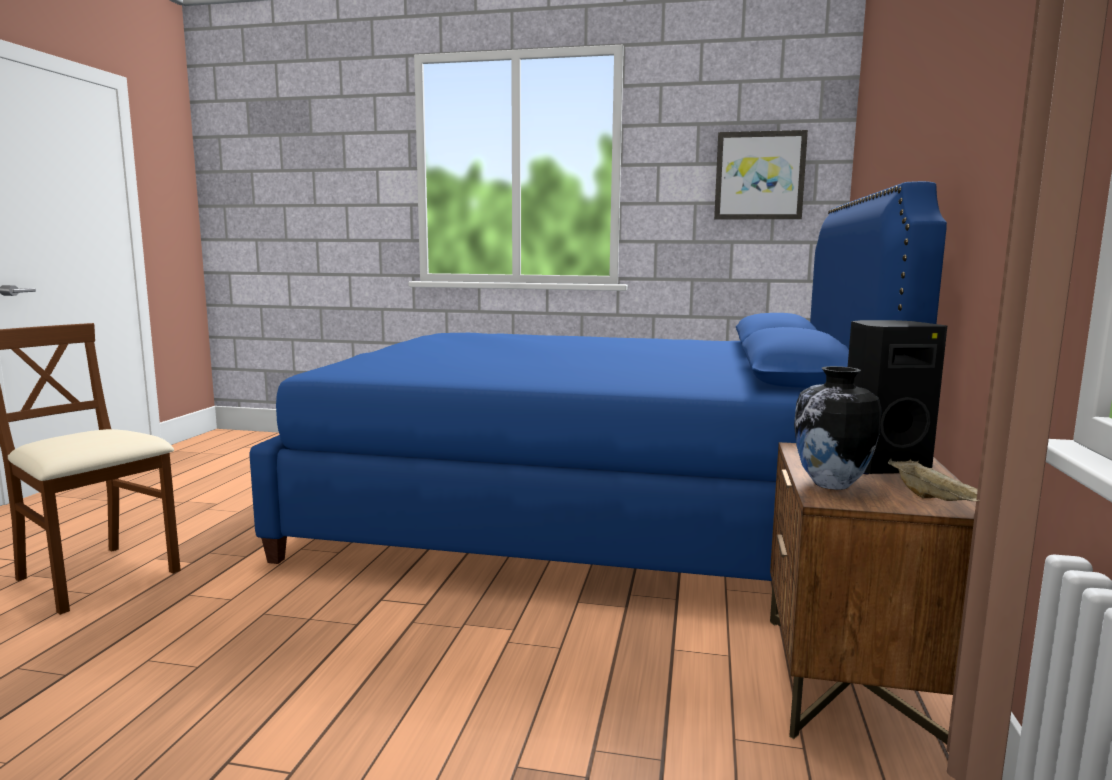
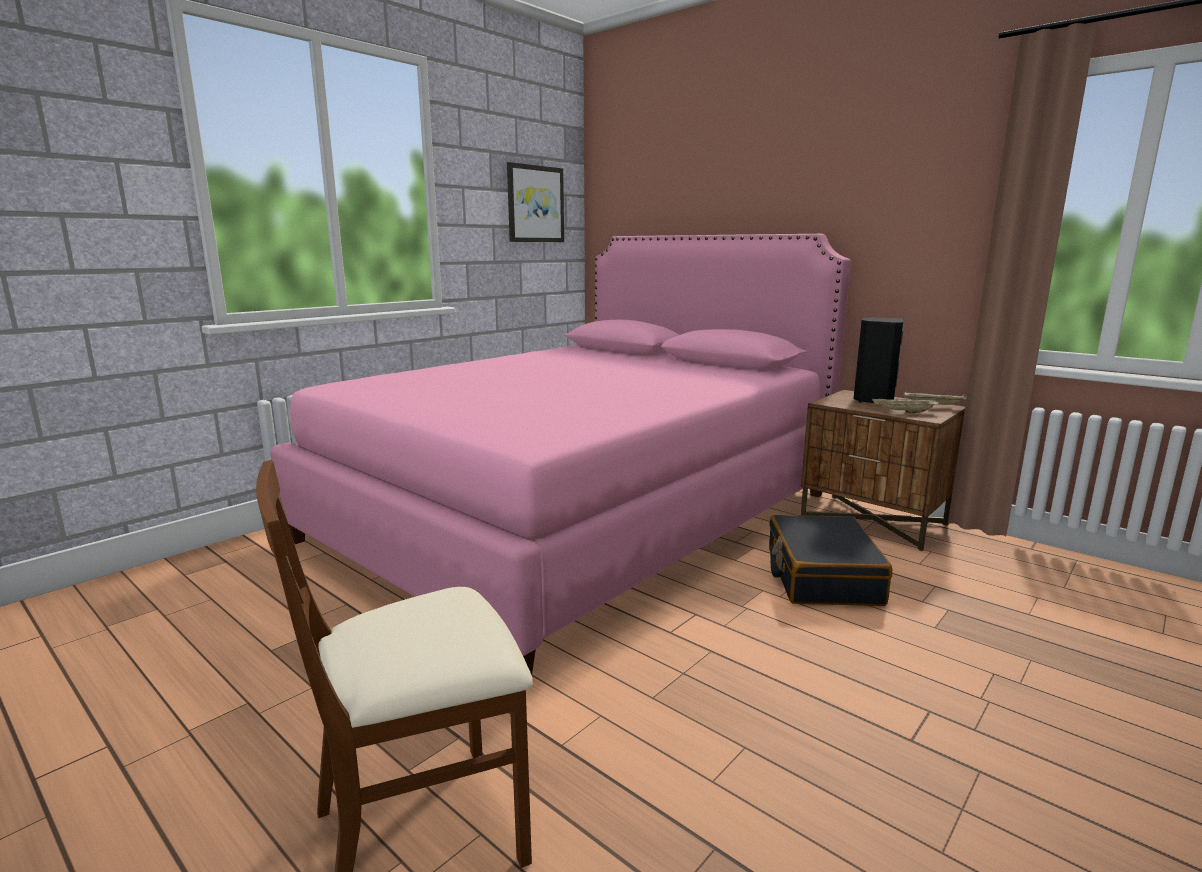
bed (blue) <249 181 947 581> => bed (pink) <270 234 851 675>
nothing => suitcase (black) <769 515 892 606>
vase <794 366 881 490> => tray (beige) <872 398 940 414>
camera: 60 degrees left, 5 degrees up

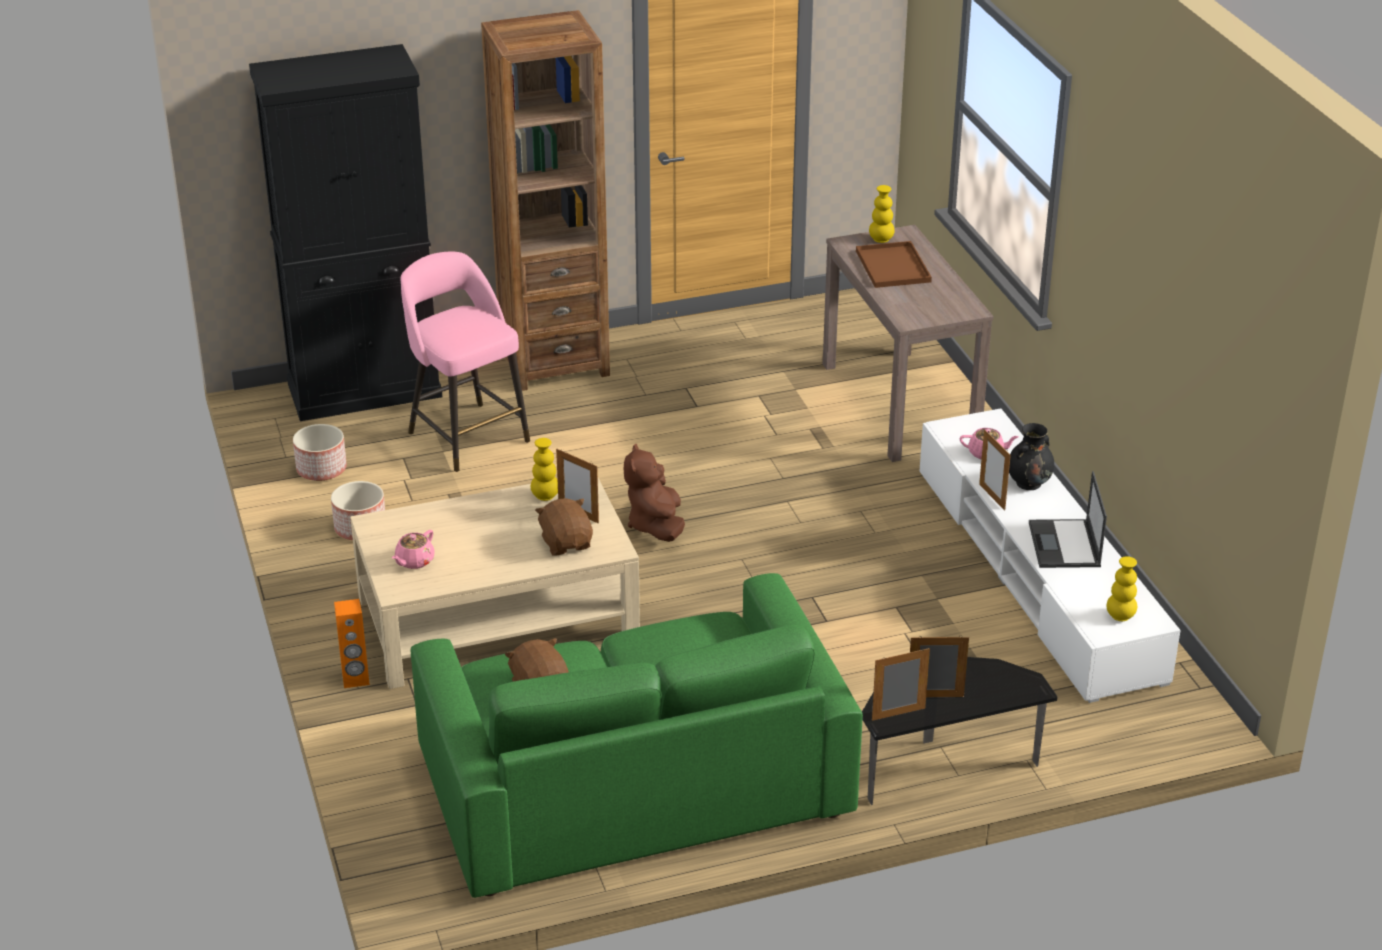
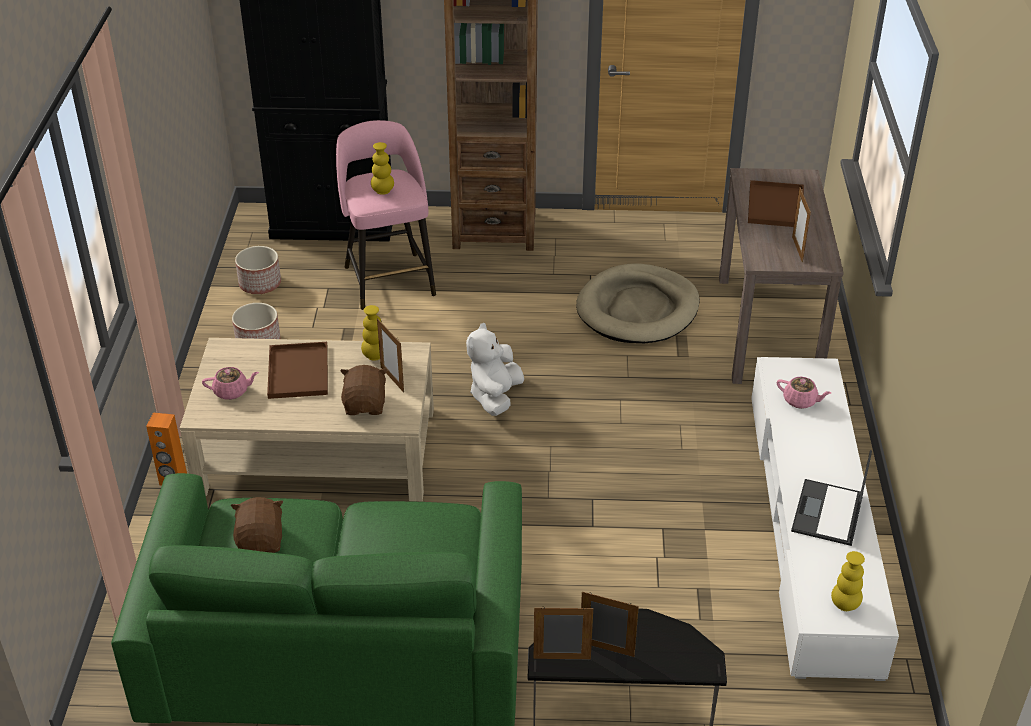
teapot (pink) <392 530 435 569> => teapot (pink) <202 367 259 400>, 150 degrees counterclockwise
nothing => tray (brown) <267 342 328 399>
vase (yellow) <869 185 895 243> => vase (yellow) <371 142 394 195>, relocated
plush toy (brown) <624 444 685 542> => plush toy (white) <466 323 524 416>
nothing => dog bed (beige) <576 263 700 343>
picture frame <979 429 1011 511> => picture frame <792 187 811 262>, relocated
vase (black) <1009 423 1054 490> => nothing
camera: 20 degrees right, 5 degrees up

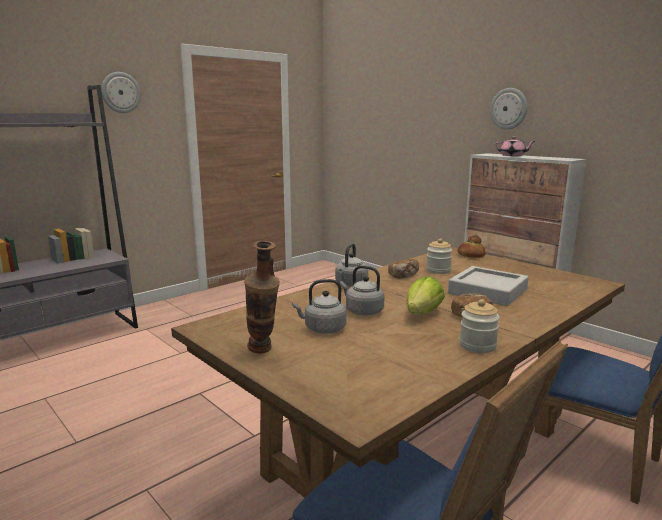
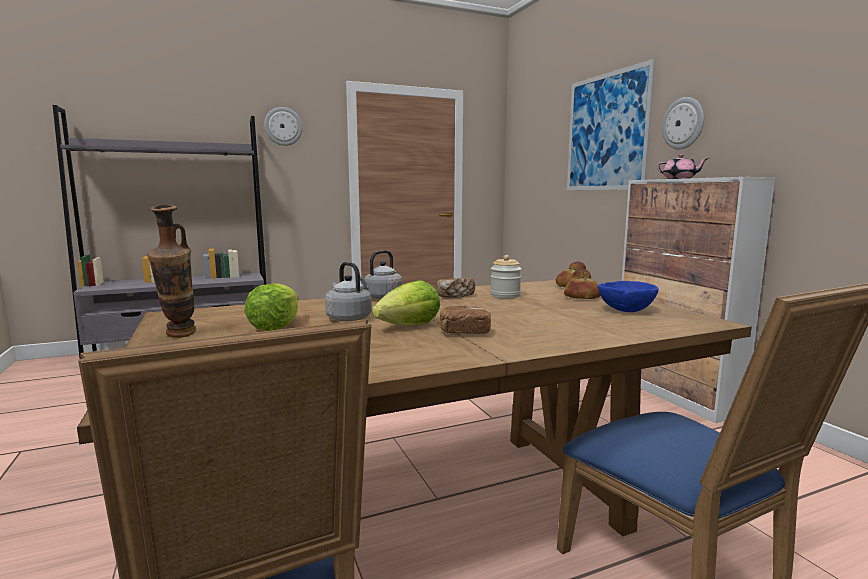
kettle (grey) <292 279 347 334> => lettuce <244 283 299 331>
nothing => bread <564 269 600 299>
nothing => picture <567 59 656 190>
nothing => bowl (blue) <598 281 659 312>
tray (grey) <448 266 529 306> => nothing
jar <460 299 500 353> => nothing
camera: 20 degrees right, 5 degrees down

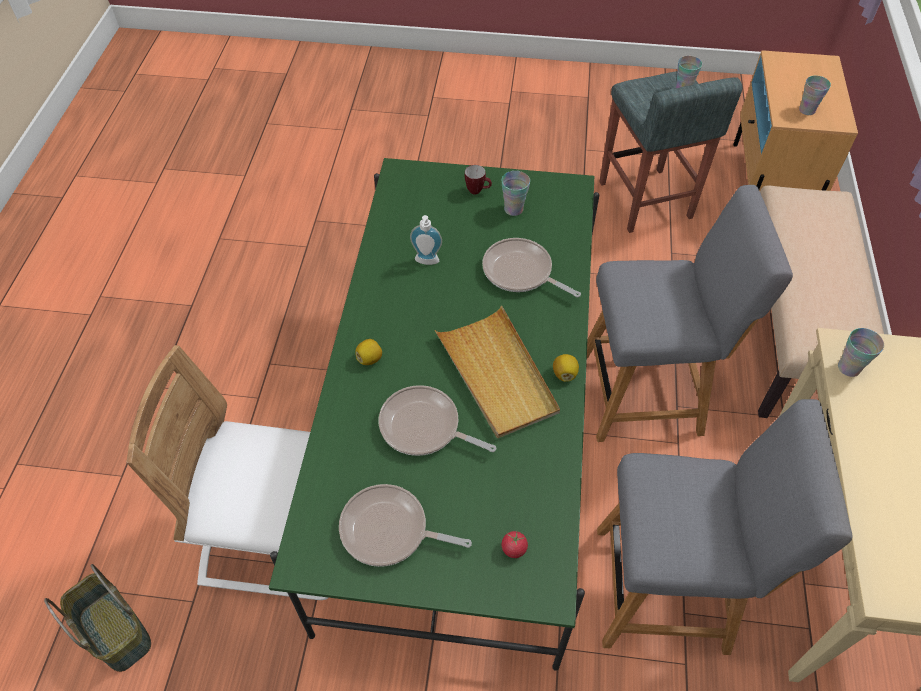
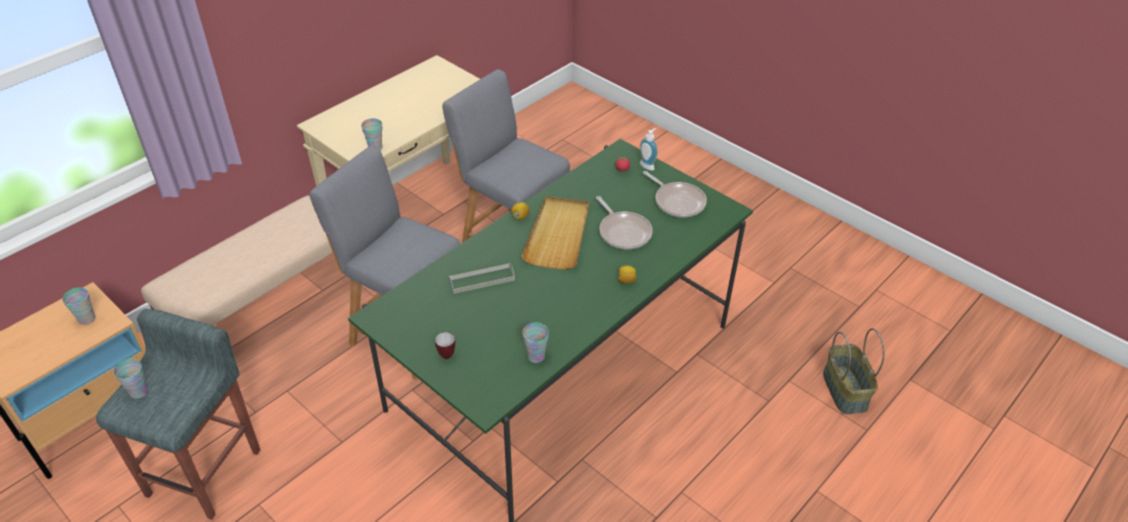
frying pan <482 238 581 298> => tray (grey) <449 263 515 294>
cup <501 171 530 216> => cup <522 323 549 363>, relocated
soap dispenser <410 215 442 265> => soap dispenser <640 128 658 170>, relocated
chair (white) <126 345 328 600> => nothing
camera: 145 degrees left, 10 degrees down

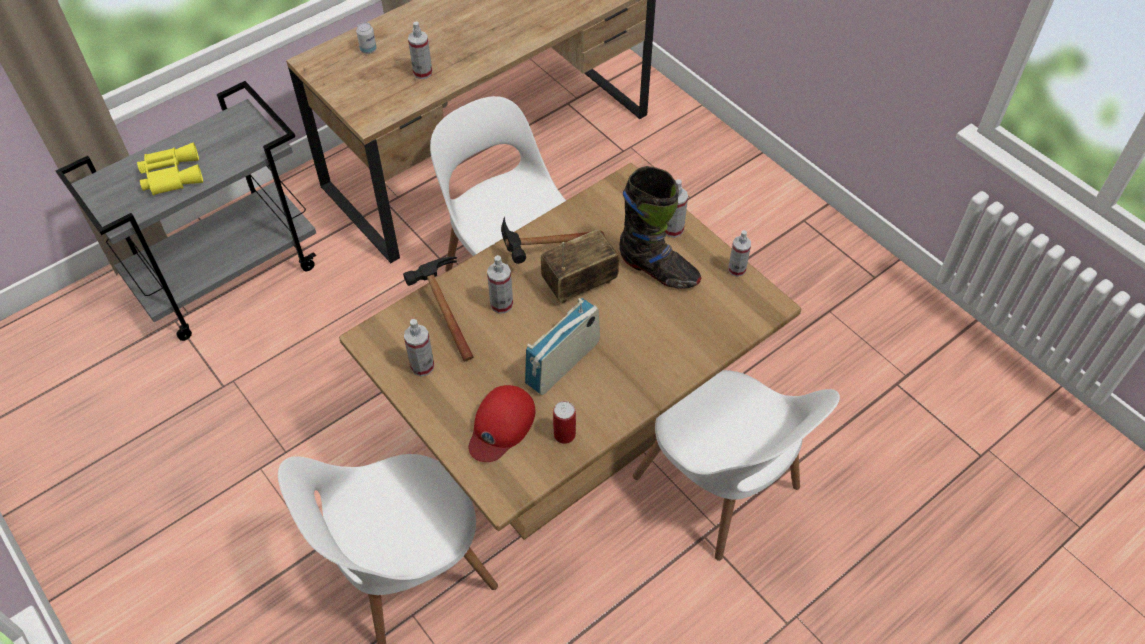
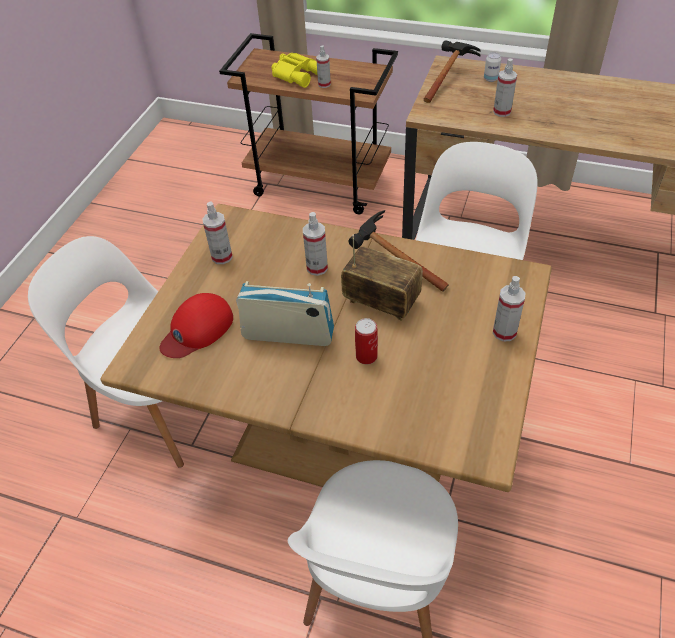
cap (red) <469 385 535 462> => cap (red) <160 293 233 358>, 45 degrees counterclockwise
cart (grey) <56 81 316 341> => cart (brown) <219 33 398 214>
spray bottle <728 230 751 277> => spray bottle <316 46 331 88>, relocated
can <553 401 576 444> => can <355 318 378 364>, relocated
hammer <403 257 473 361> => hammer <424 40 480 103>, relocated
boot (black) <619 166 701 289> => nothing
camera: 60 degrees right, 5 degrees down

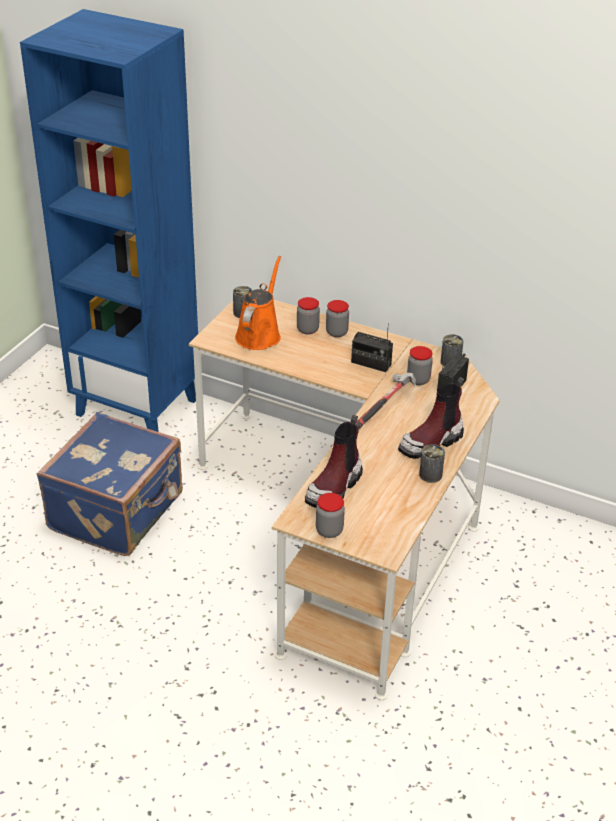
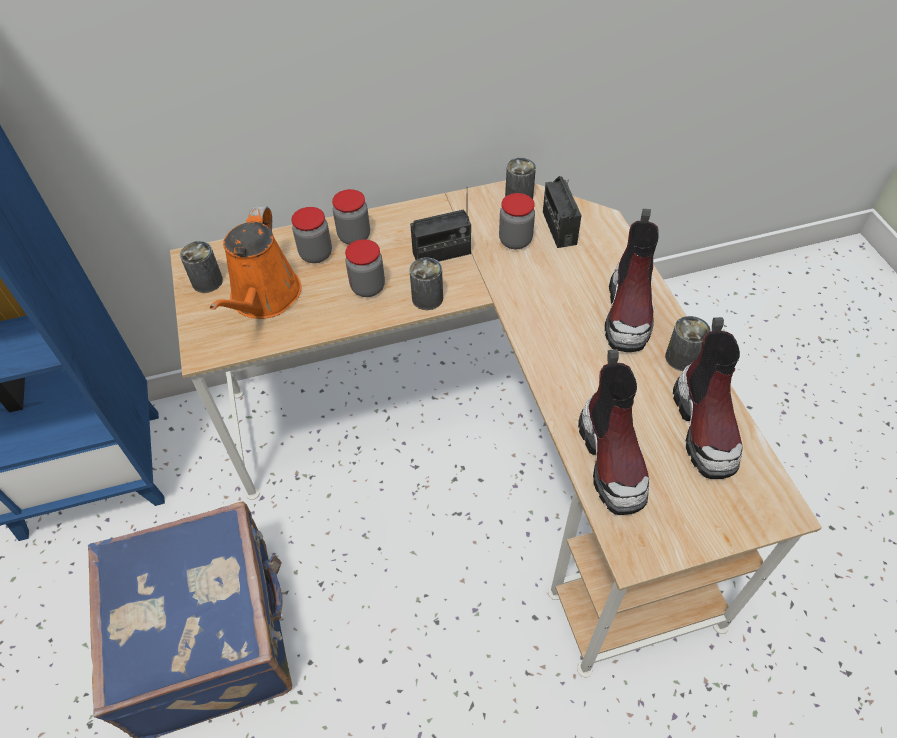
watering can (orange) <235 256 281 350> => watering can (orange) <210 206 301 319>, 150 degrees counterclockwise
jar <316 493 345 538> => jar <345 239 385 297>, relocated
nothing => can <409 257 443 310>
nothing => boot <673 317 743 479>
hammer <356 373 416 429> => nothing
camera: 40 degrees left, 15 degrees up

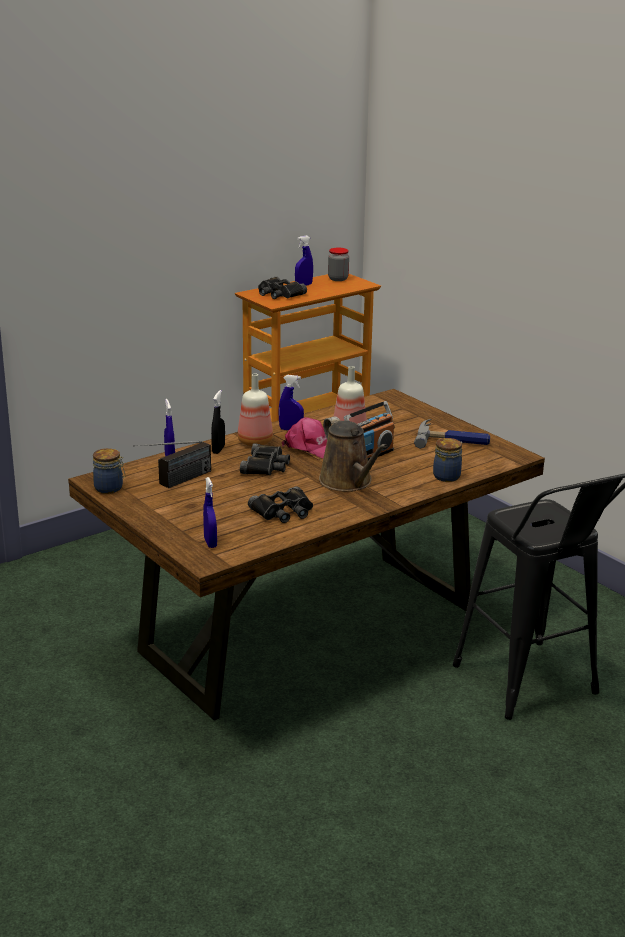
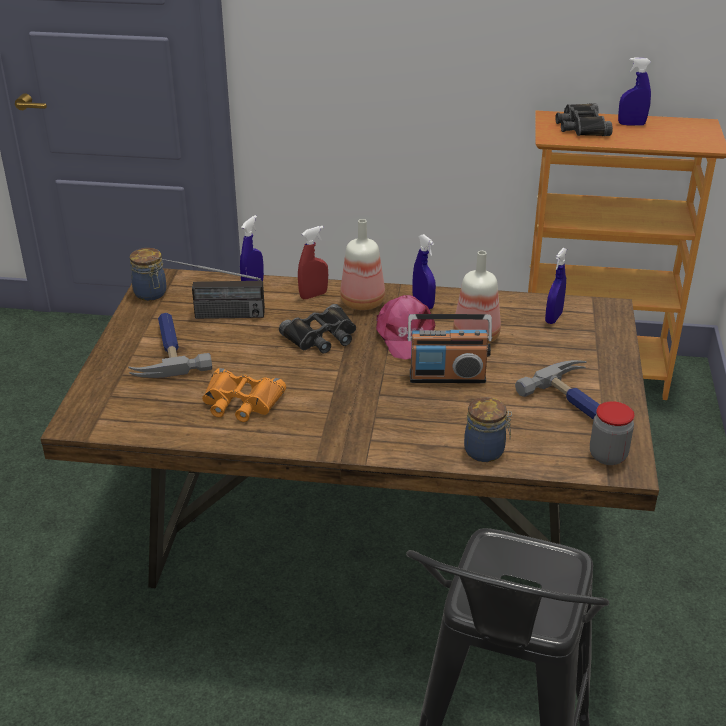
nothing => hammer <128 313 212 378>
binoculars (black) <248 487 313 523> => binoculars (orange) <202 368 286 422>
spray bottle (black) <211 390 225 454> => spray bottle (red) <298 226 328 299>
spray bottle (blue) <203 477 217 548> => spray bottle (blue) <545 248 567 324>, relocated
jar <328 248 349 281> => jar <590 401 634 465>, relocated
watering can (brown) <319 416 388 491> => nothing
camera: 45 degrees right, 10 degrees up

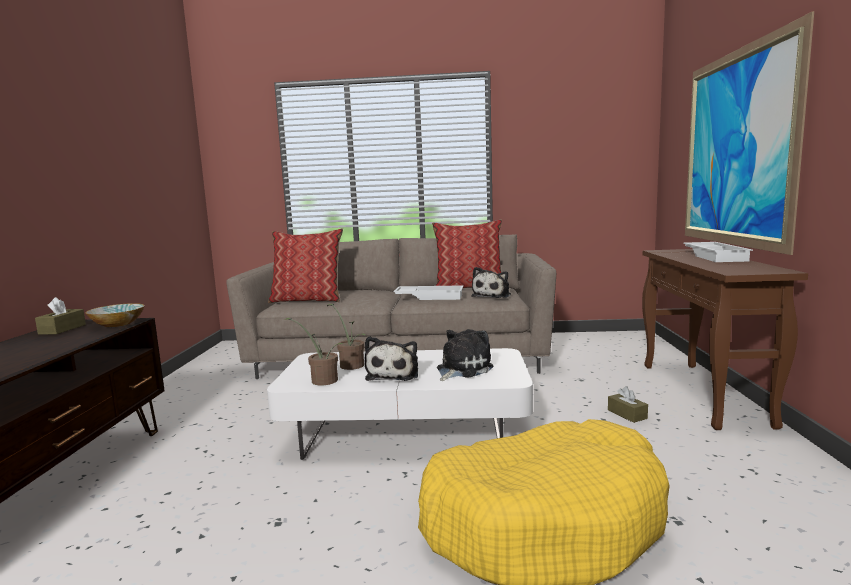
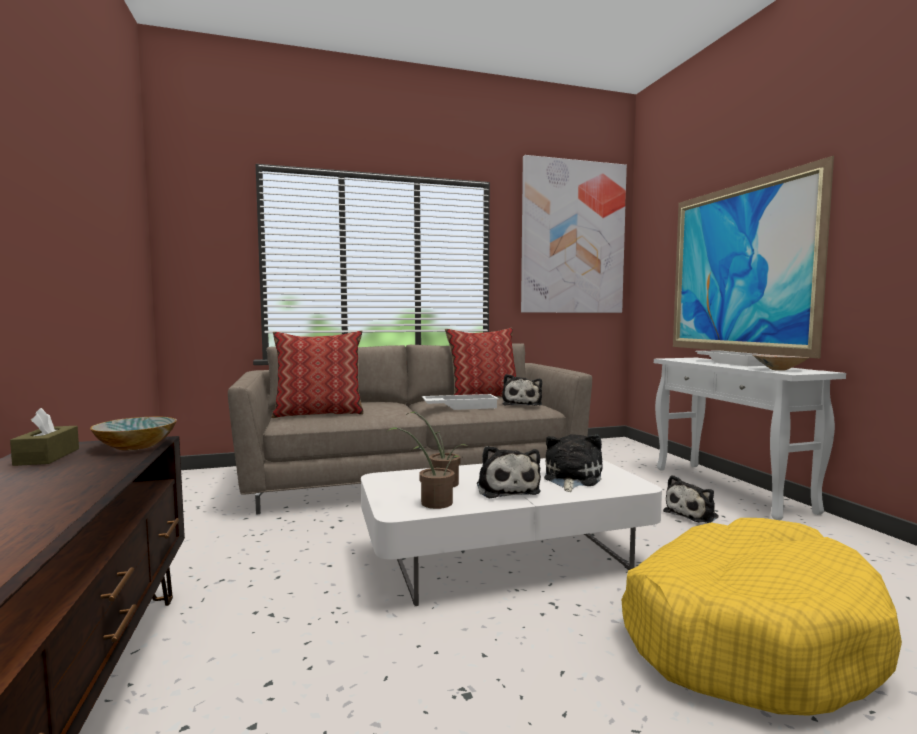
nothing => picture <521 155 627 313>
console table (brown) <642 249 808 430> => console table (white) <654 358 846 520>
tissue box (brown) <608 386 648 423> => plush toy <663 475 719 523>
nothing => bowl (beige) <752 355 809 371>
camera: 20 degrees left, 5 degrees down

